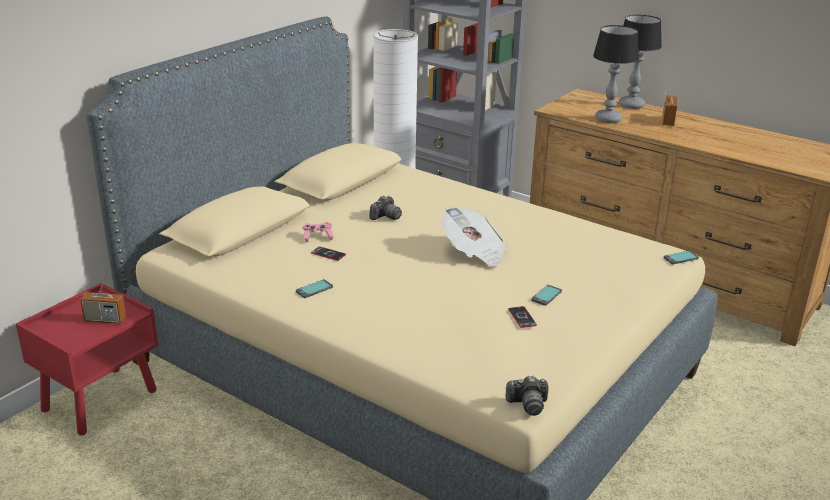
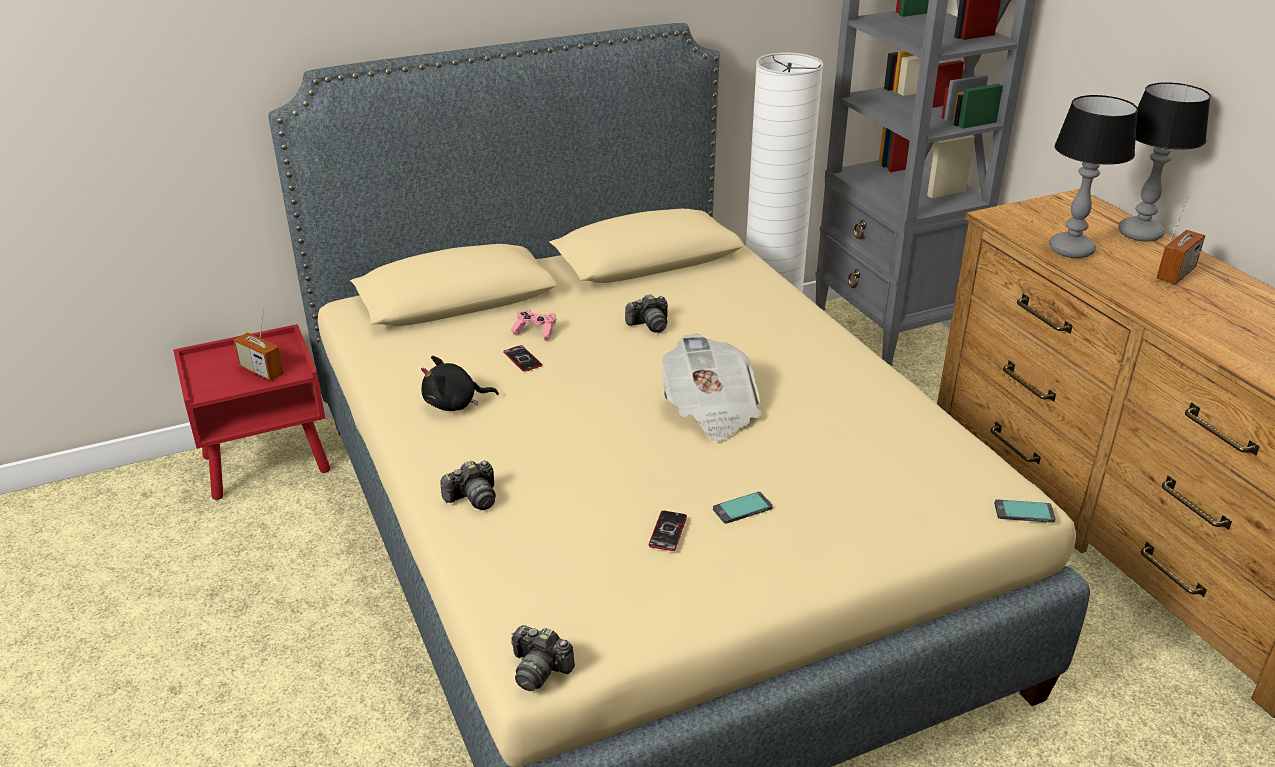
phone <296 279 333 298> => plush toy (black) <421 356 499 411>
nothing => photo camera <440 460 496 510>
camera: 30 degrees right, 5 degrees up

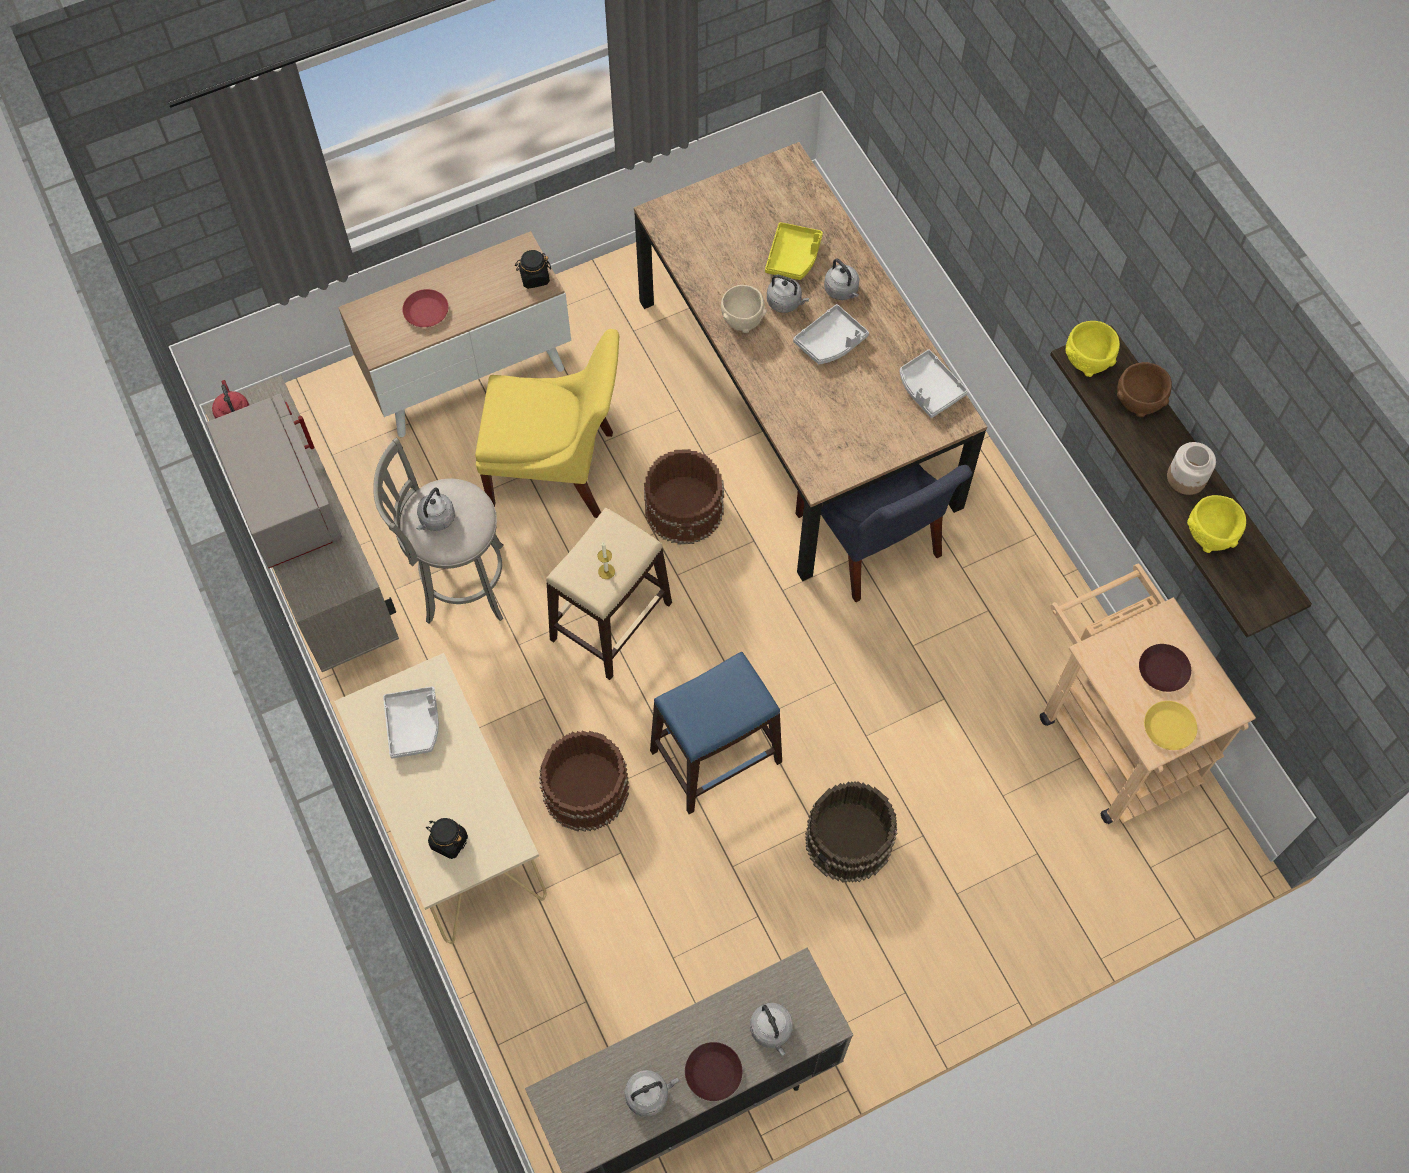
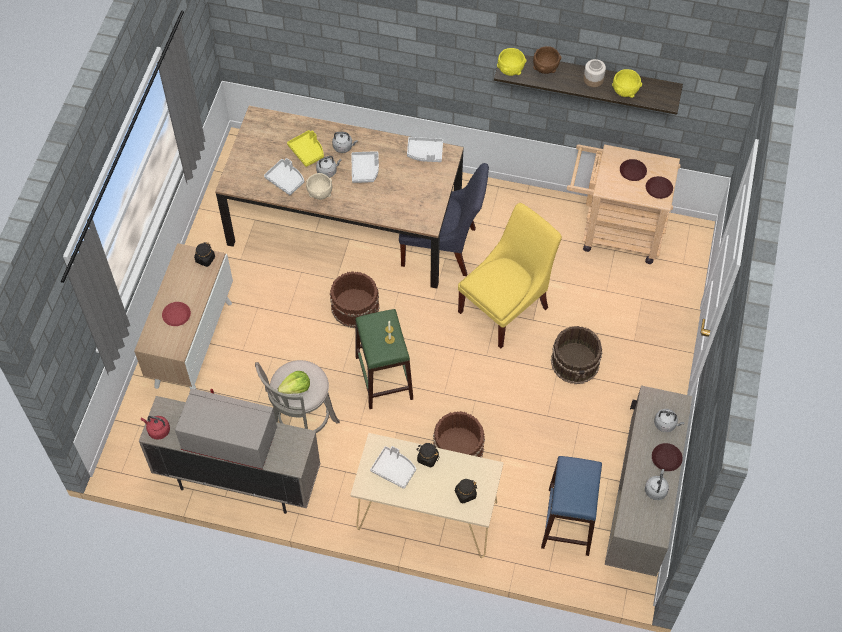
nothing => tray (grey) <264 158 304 195>
kettle (grey) <416 488 455 531> => lettuce <277 371 310 394>
stool (beige) <546 508 672 680> => stool (green) <355 309 413 409>
nothing => jar (black) <417 443 439 467>
chair (yellow) <475 329 619 518> => chair (yellow) <458 203 562 349>, relocated
stool (blue) <650 652 782 814> => stool (blue) <541 456 602 556>, relocated
plate (yellow) <1144 701 1197 750> => plate (brown) <646 176 673 199>
camera: 50 degrees left, 5 degrees down

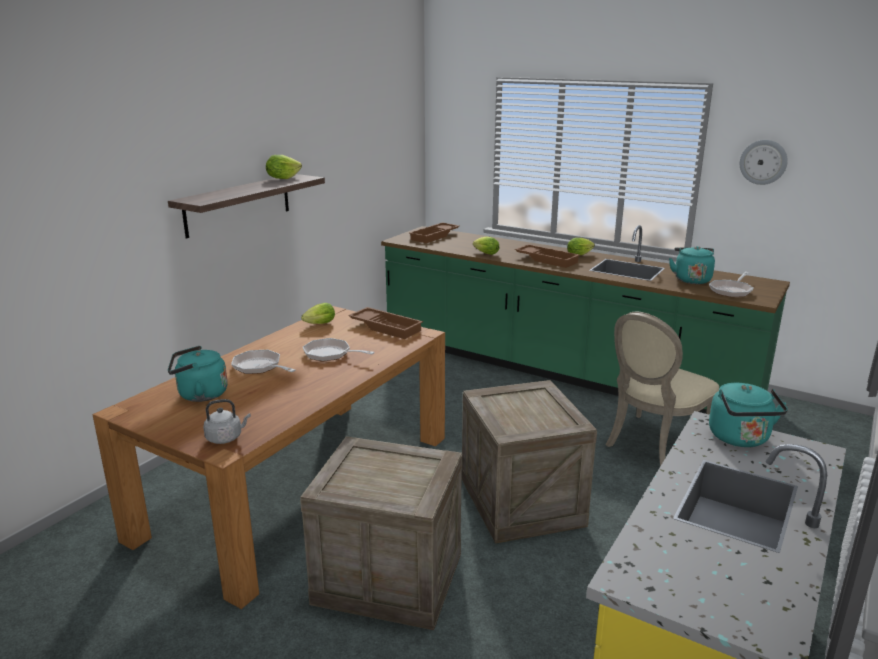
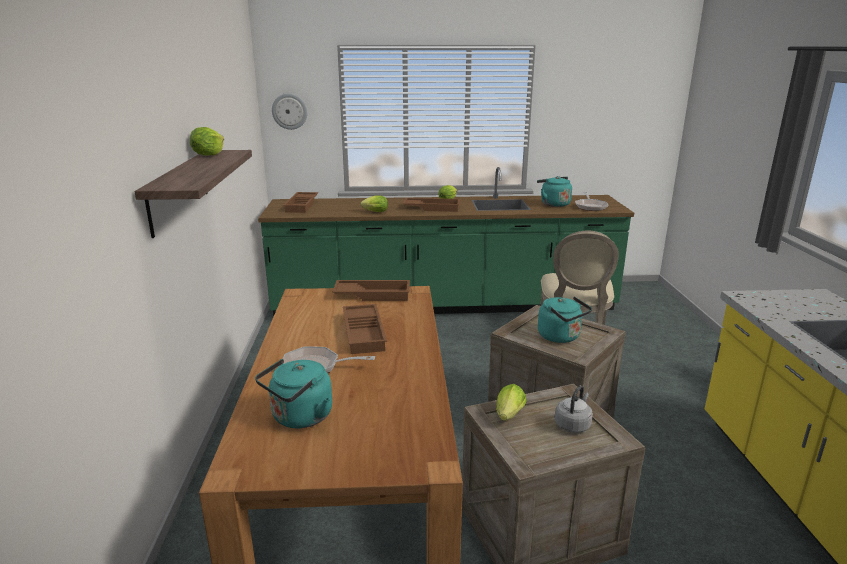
wall clock <740 140 788 185> => wall clock <272 93 307 130>, relocated
frying pan <303 338 375 362> => tray (brown) <343 304 387 354>
lettuce <301 303 335 324> => lettuce <496 384 527 421>, relocated
kettle (turquoise) <709 383 788 447> => kettle (turquoise) <538 297 592 343>, relocated
kettle (grey) <203 399 251 444> => kettle (grey) <555 385 593 433>, relocated
camera: 35 degrees left, 0 degrees up

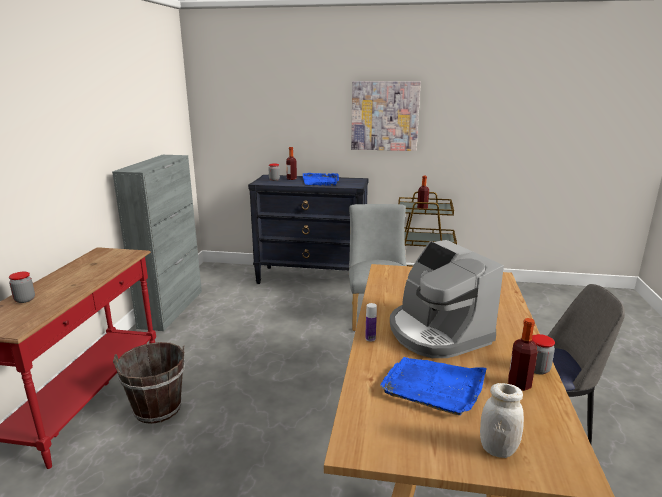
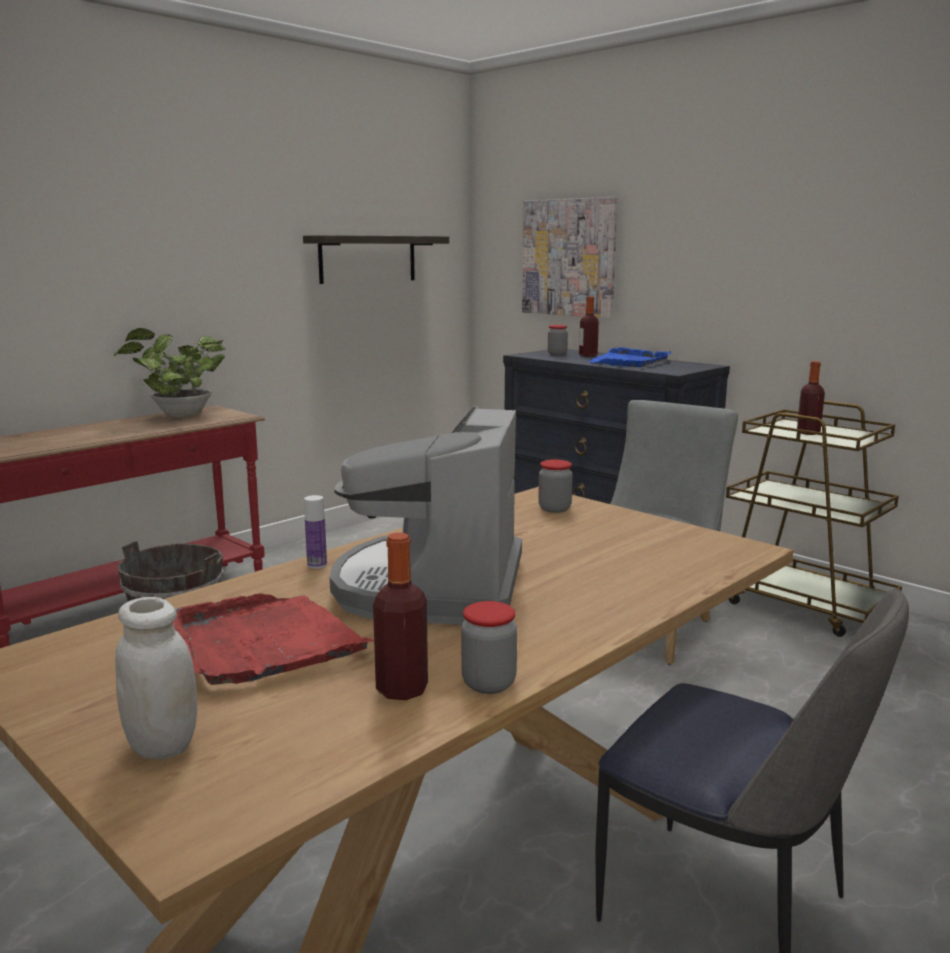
nothing => potted plant <114 328 226 418>
tray (blue) <380 357 487 415> => tray (red) <173 594 374 685>
nothing => shelf <303 235 449 284>
picture <351 81 421 151> => picture <522 197 618 318>, relocated
jar <9 272 35 303> => jar <538 459 573 513>, relocated
cabinet (grey) <112 155 202 331> => nothing
camera: 35 degrees right, 5 degrees down

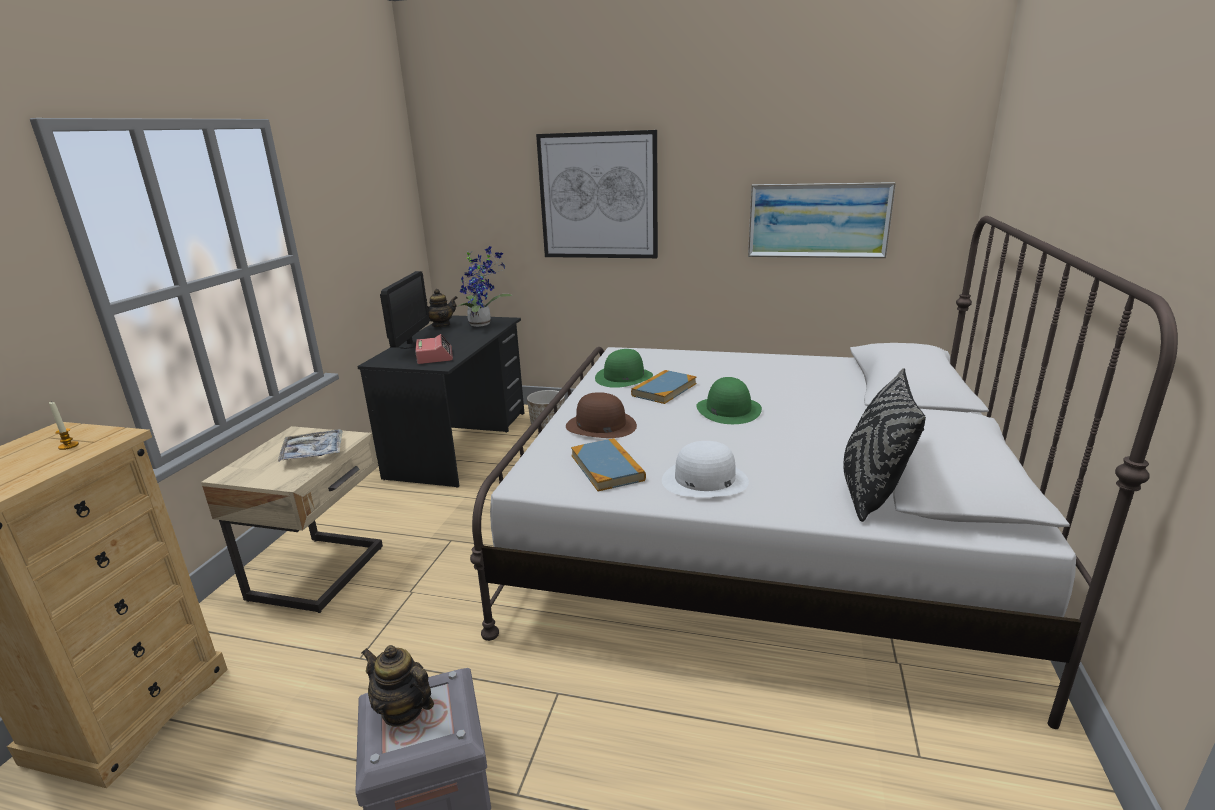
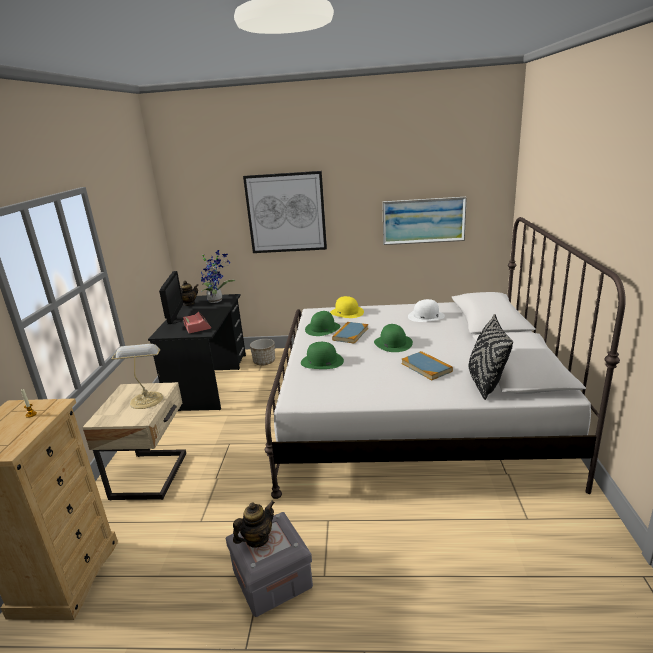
tray <278 429 343 462> => table lamp <111 344 163 409>
teapot <362 645 434 727> => teapot <233 501 275 548>, 120 degrees clockwise
hat (brown) <566 392 637 438> => hat (green) <301 342 344 369>
nothing => hat (yellow) <330 296 364 318>
book <571 438 646 491> => book <401 351 453 380>, relocated
hat (white) <662 441 749 497> => hat (white) <408 299 445 322>, relocated
camera: 10 degrees left, 0 degrees up

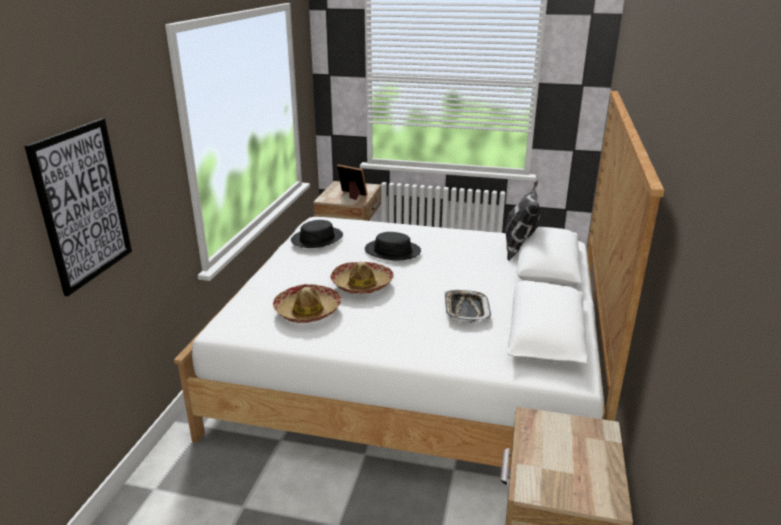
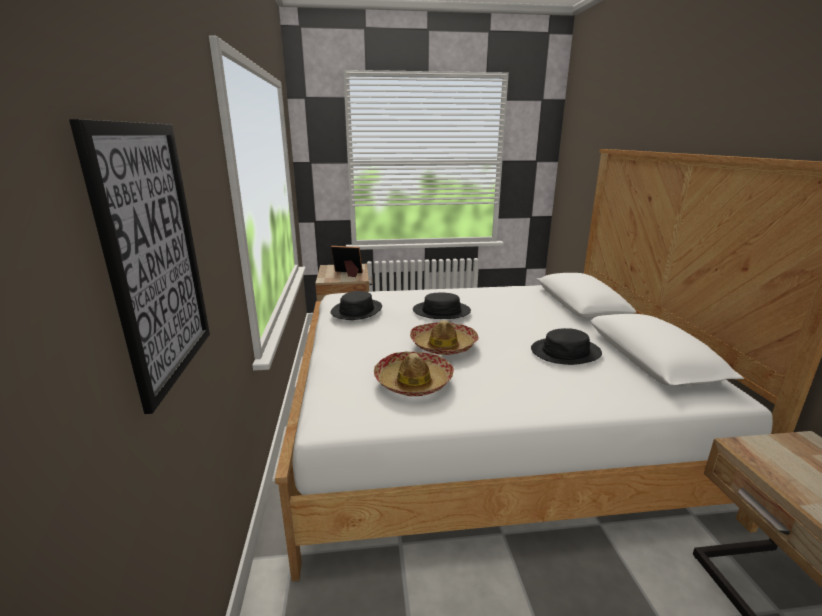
tray <445 290 491 323> => hat (black) <531 328 602 365>
pillow <505 181 540 261> => nothing
camera: 20 degrees left, 5 degrees down

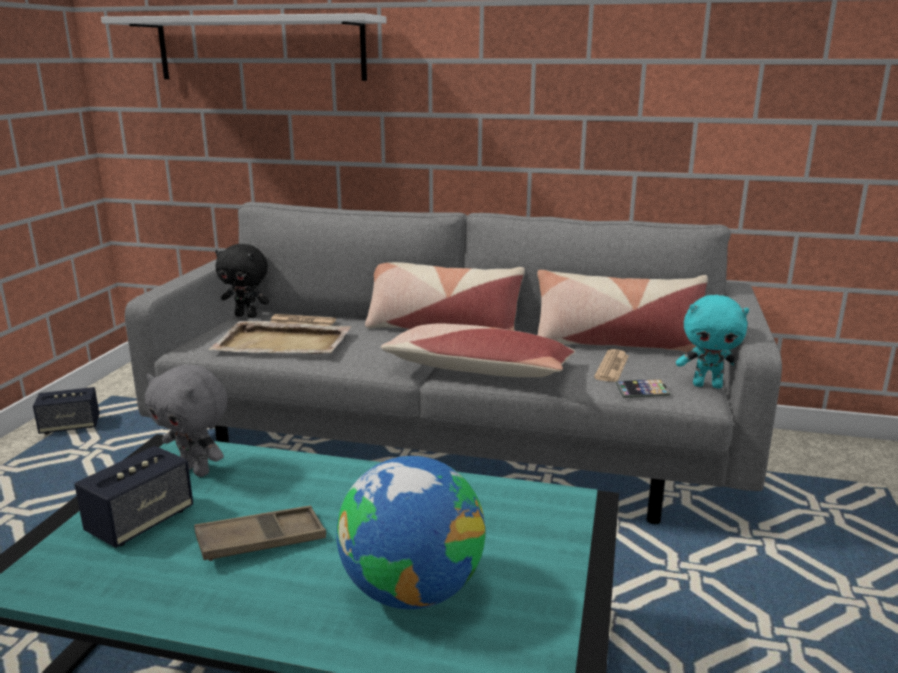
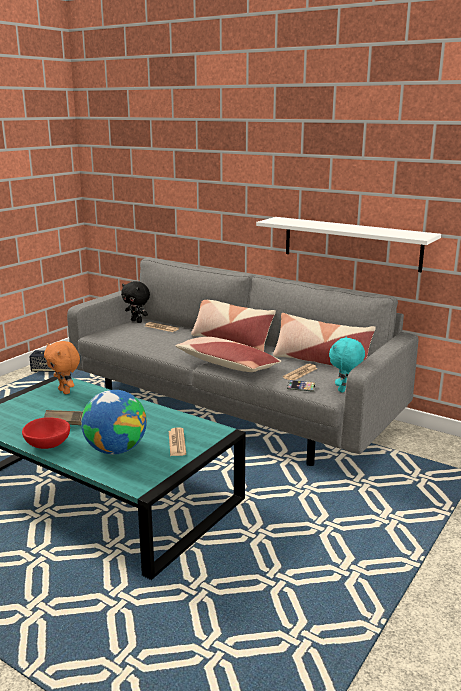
nothing => bowl (red) <22 417 70 449>
plush toy (grey) <145 365 228 477> => plush toy (orange) <44 341 80 394>
nothing => newspaper <169 427 186 456>
shelf (white) <101 13 387 81> => shelf (white) <256 217 441 272>, relocated
plush toy (turquoise) <676 295 749 388> => plush toy (turquoise) <329 336 365 393>, 90 degrees clockwise
speaker <74 446 193 548> => nothing
tray (beige) <209 321 351 354> => nothing
camera: 20 degrees right, 0 degrees up

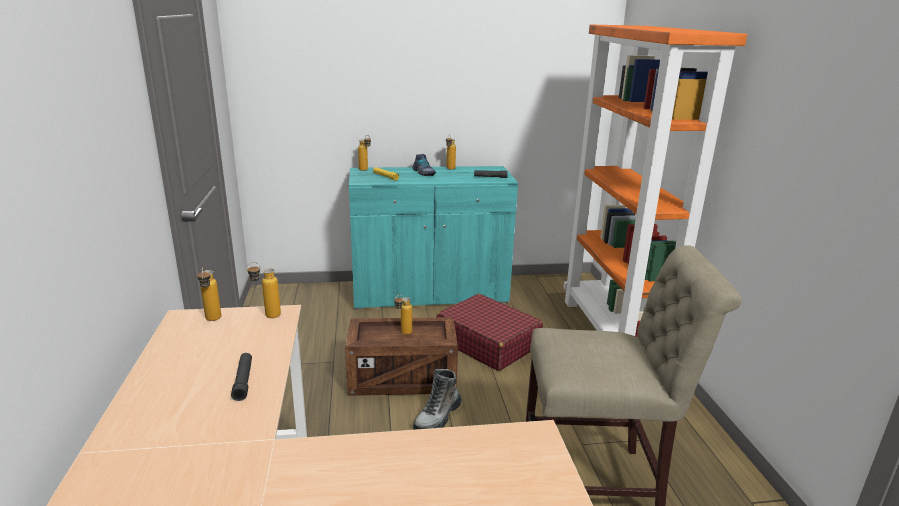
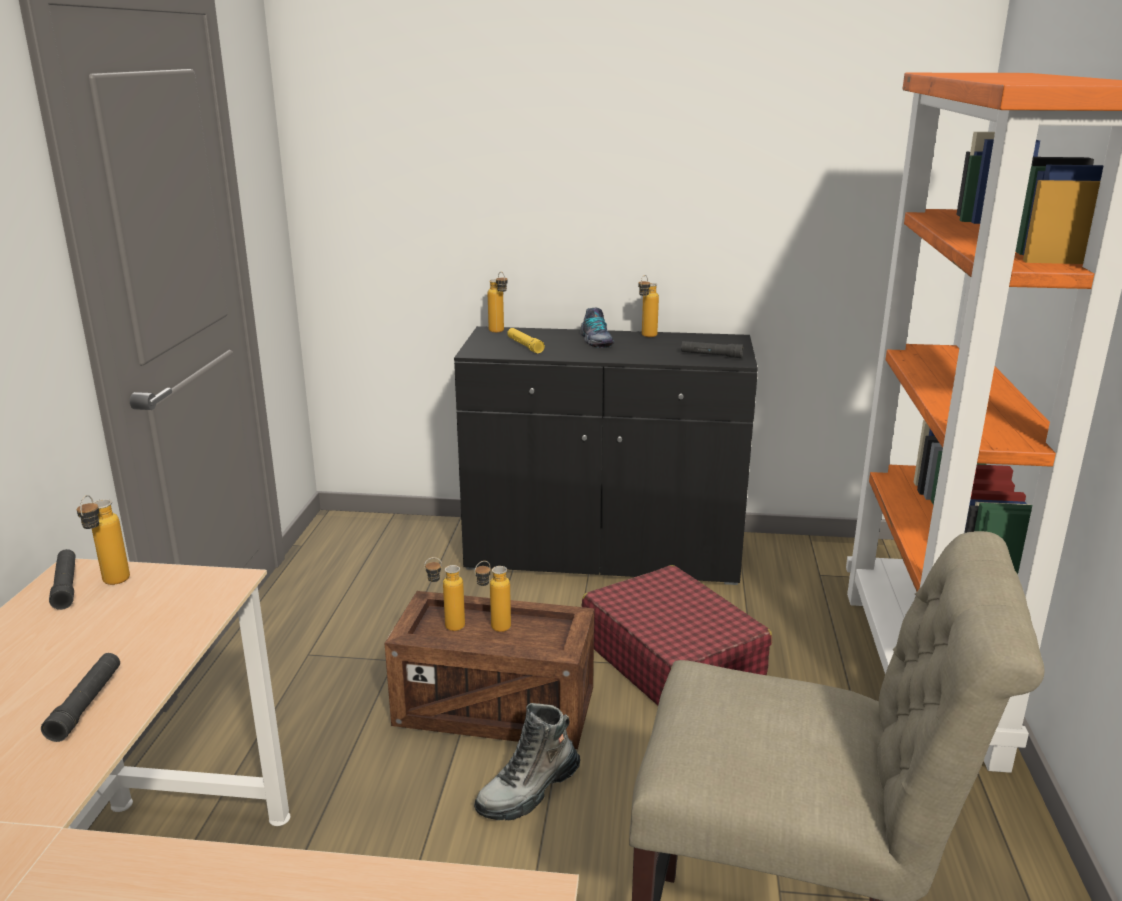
nothing => flashlight (black) <49 549 76 610>
bottle <247 262 281 318> => bottle <424 557 465 631>, relocated
cabinet (turquoise) <349 166 518 309> => cabinet (black) <454 326 758 585>
camera: 15 degrees right, 0 degrees up

